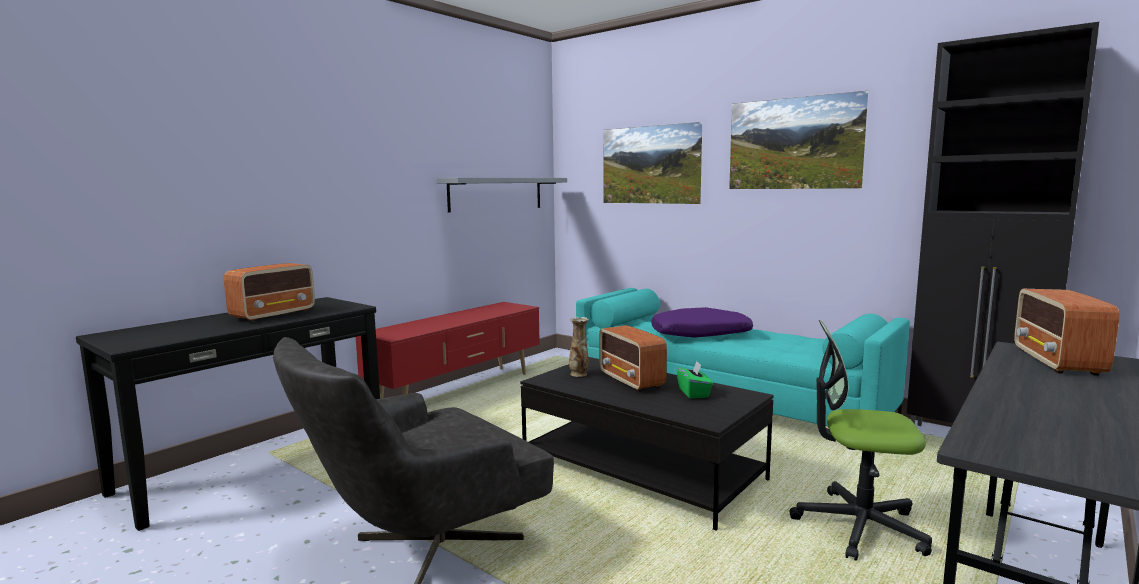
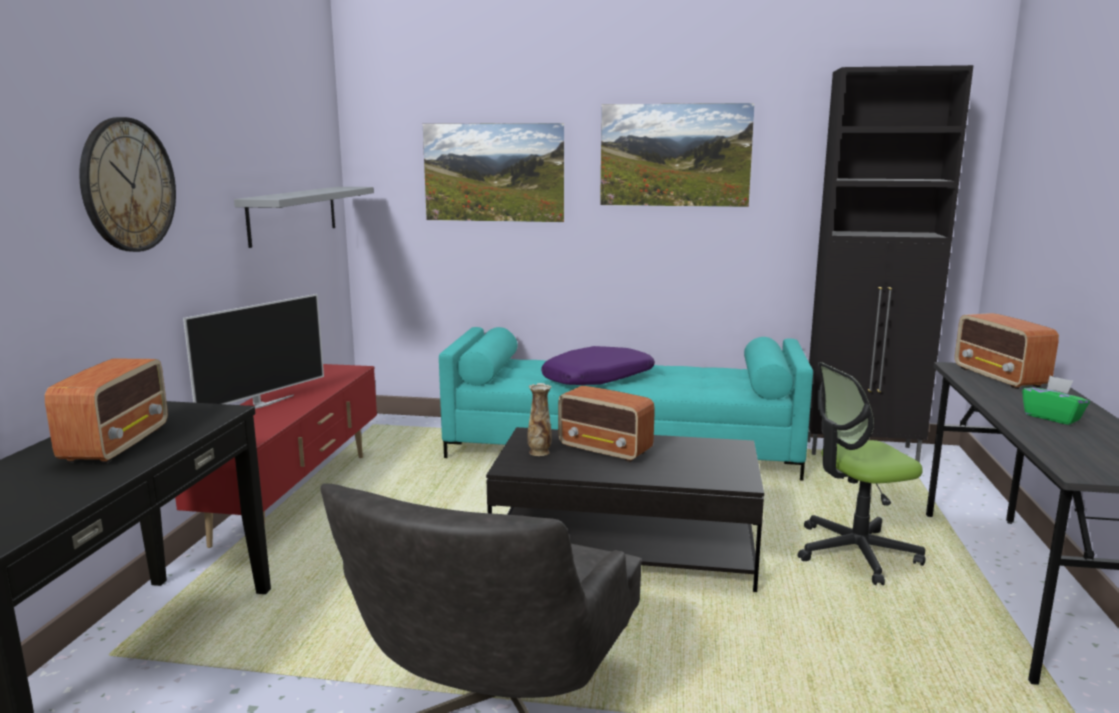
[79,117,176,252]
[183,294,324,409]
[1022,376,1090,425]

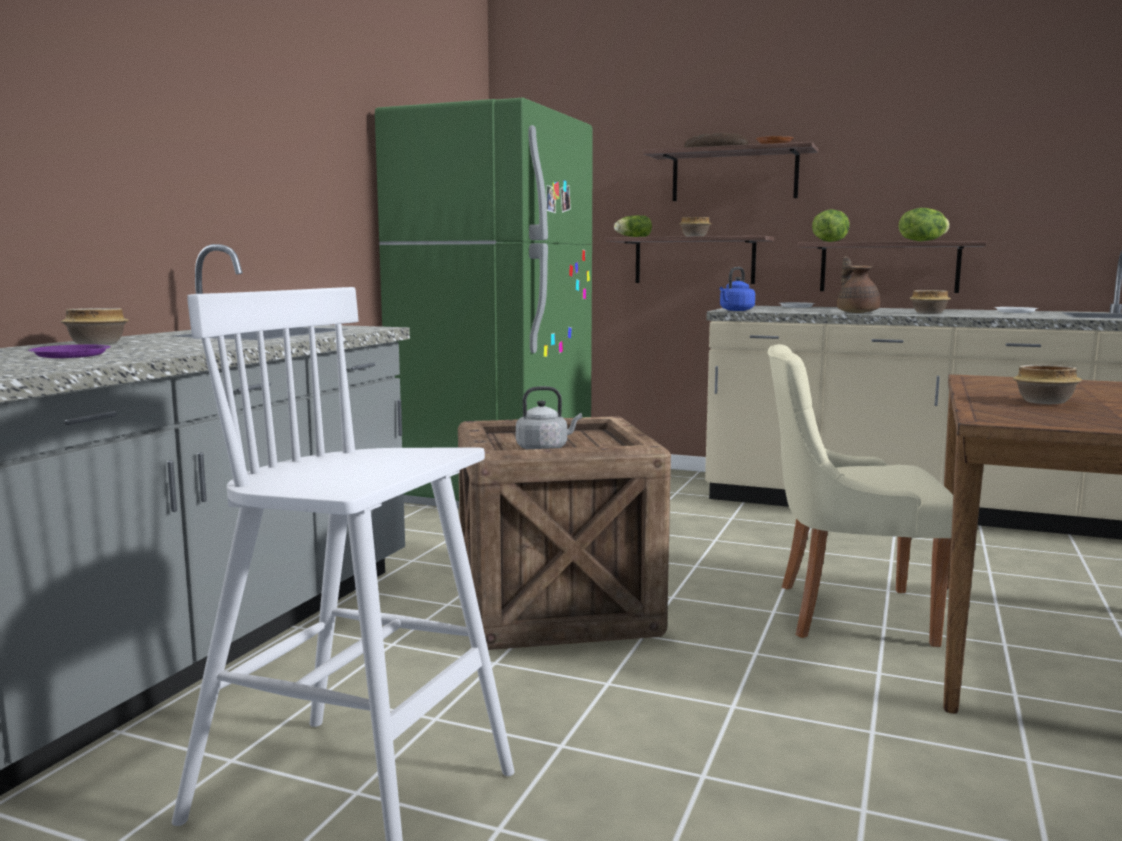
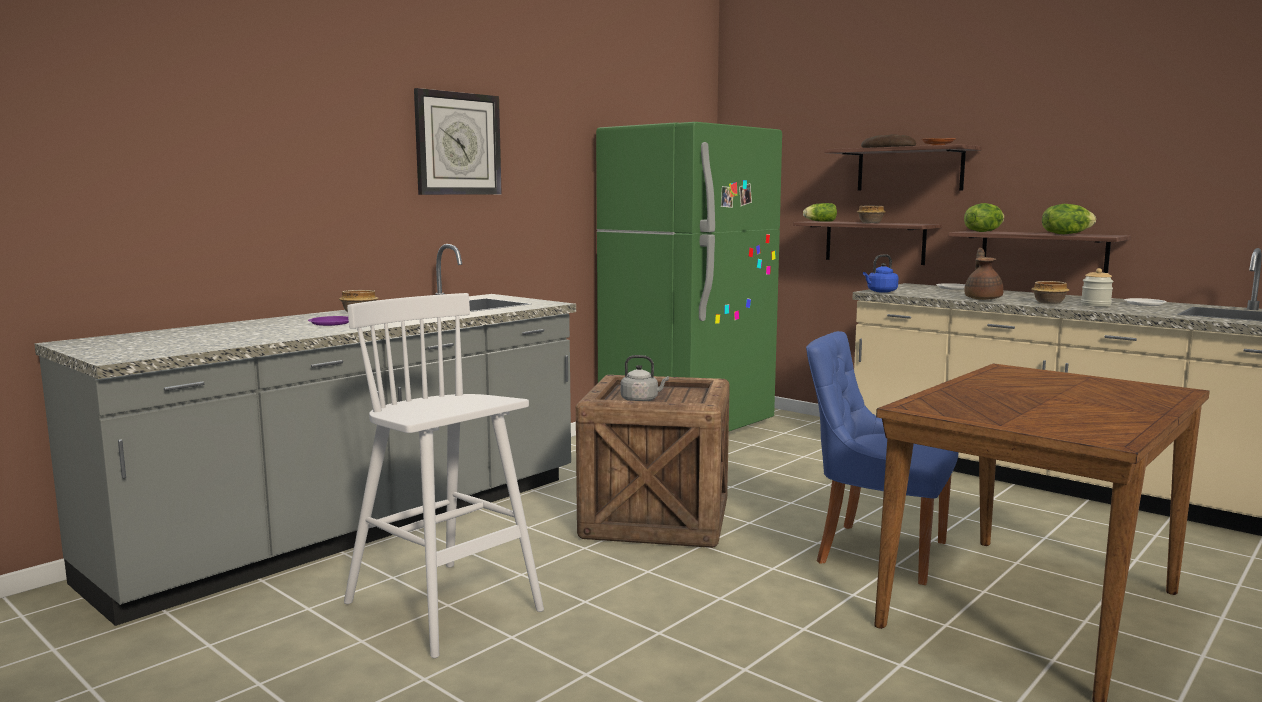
[1013,365,1082,404] (first image)
[414,88,502,195]
[1081,268,1114,307]
[806,331,959,585]

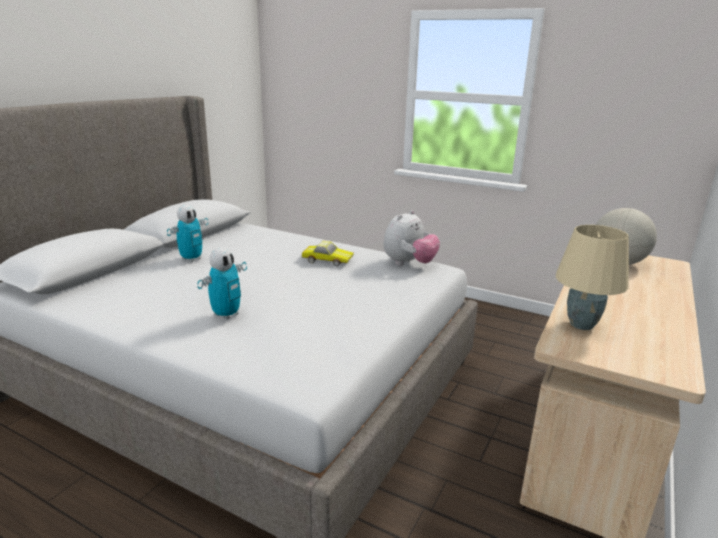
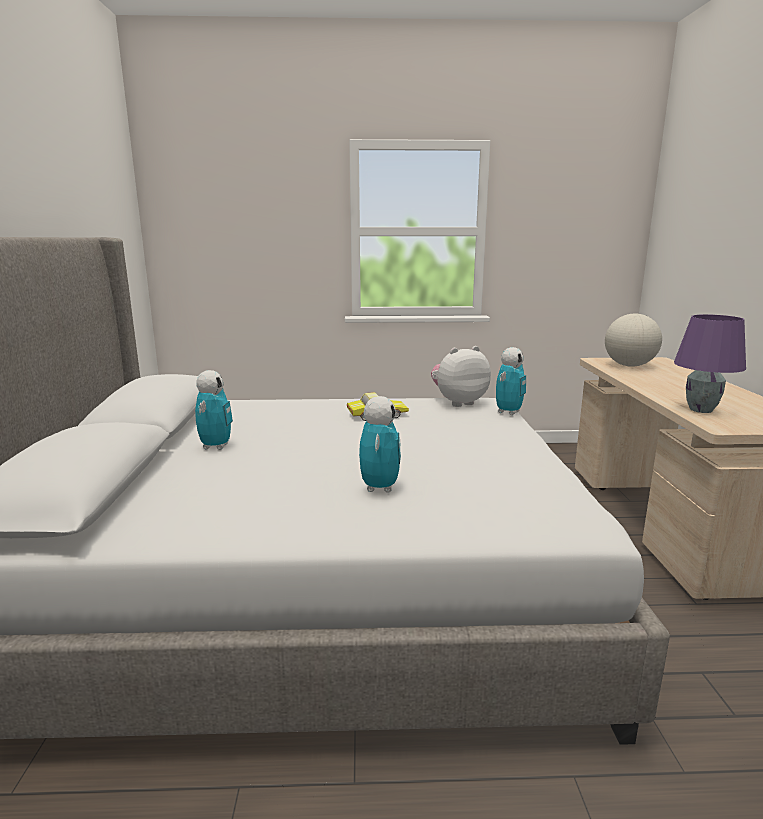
[496,347,526,415]
[674,314,746,413]
[431,346,491,407]

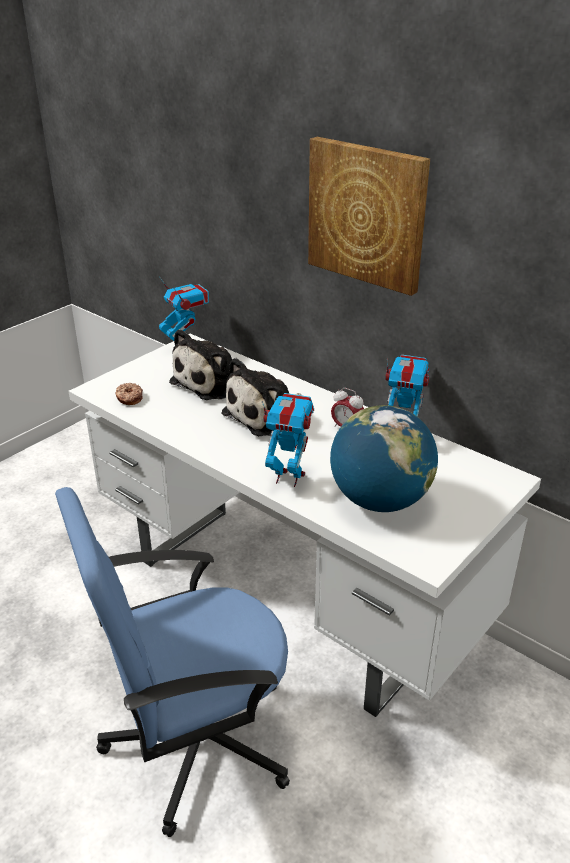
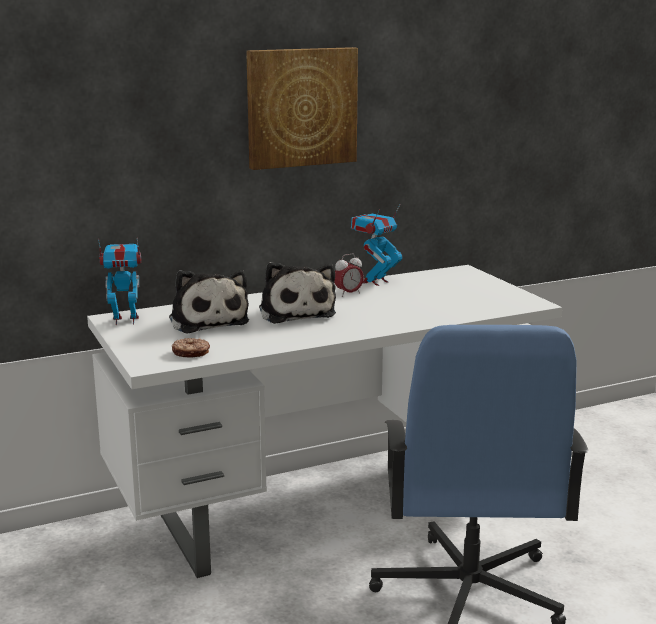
[262,393,314,487] (first image)
[330,405,438,512] (first image)

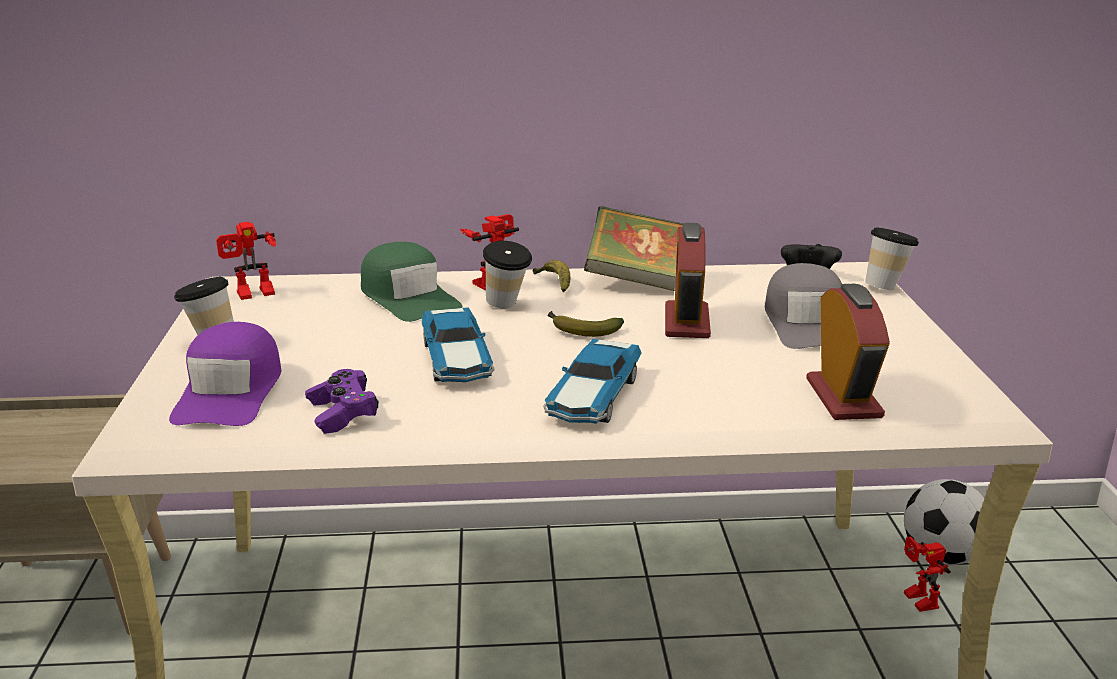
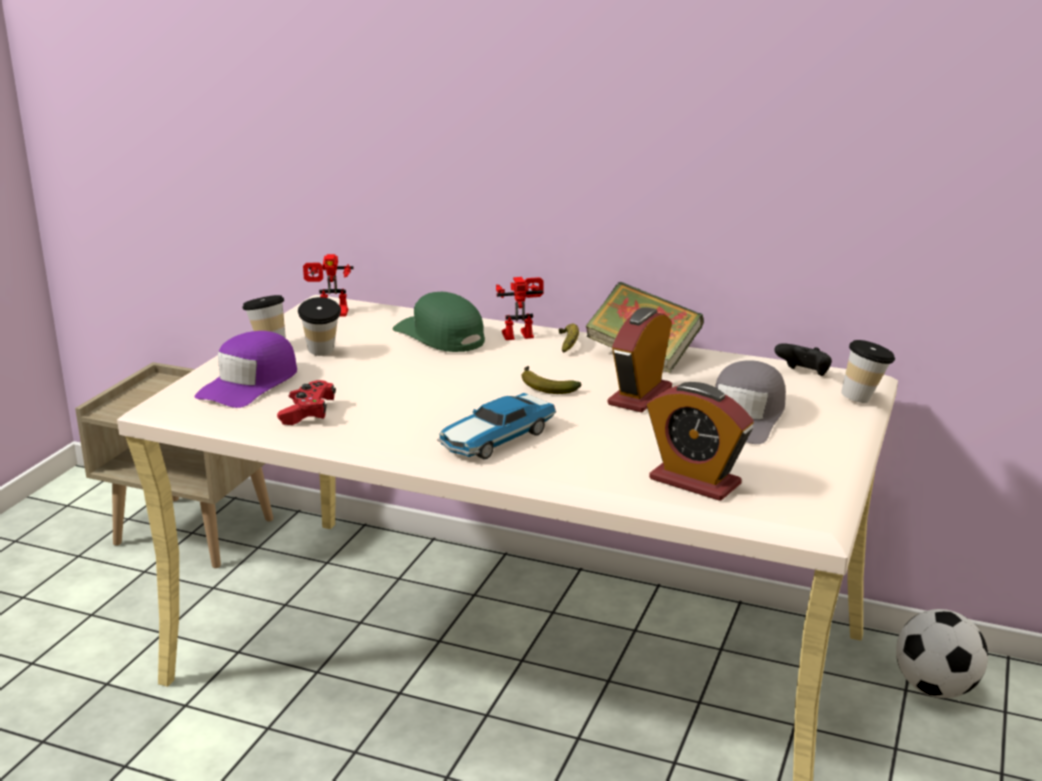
[422,307,494,382] (first image)
[904,536,951,612] (first image)
[298,297,341,356]
[277,380,336,425]
[393,292,485,352]
[647,382,754,501]

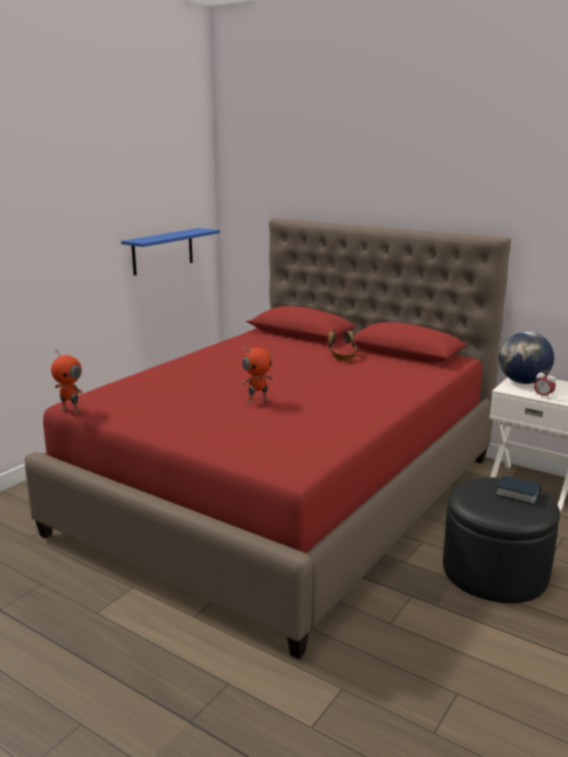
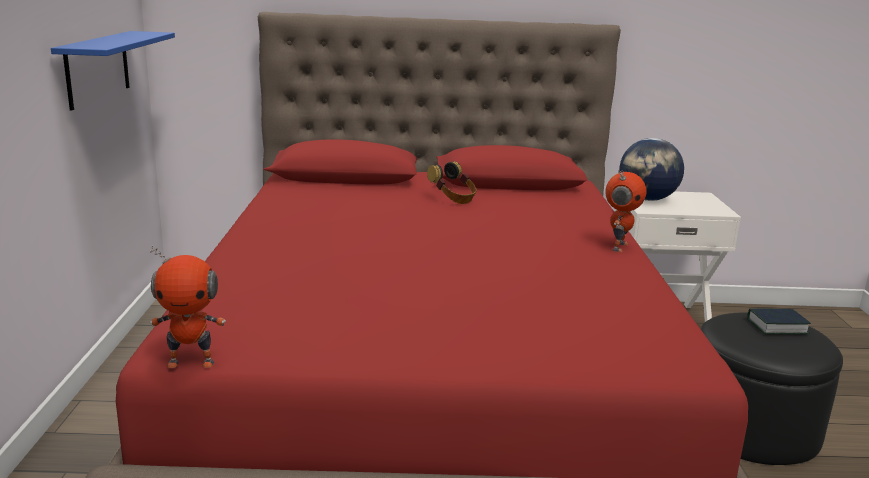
[534,370,556,399] (first image)
[606,170,646,252]

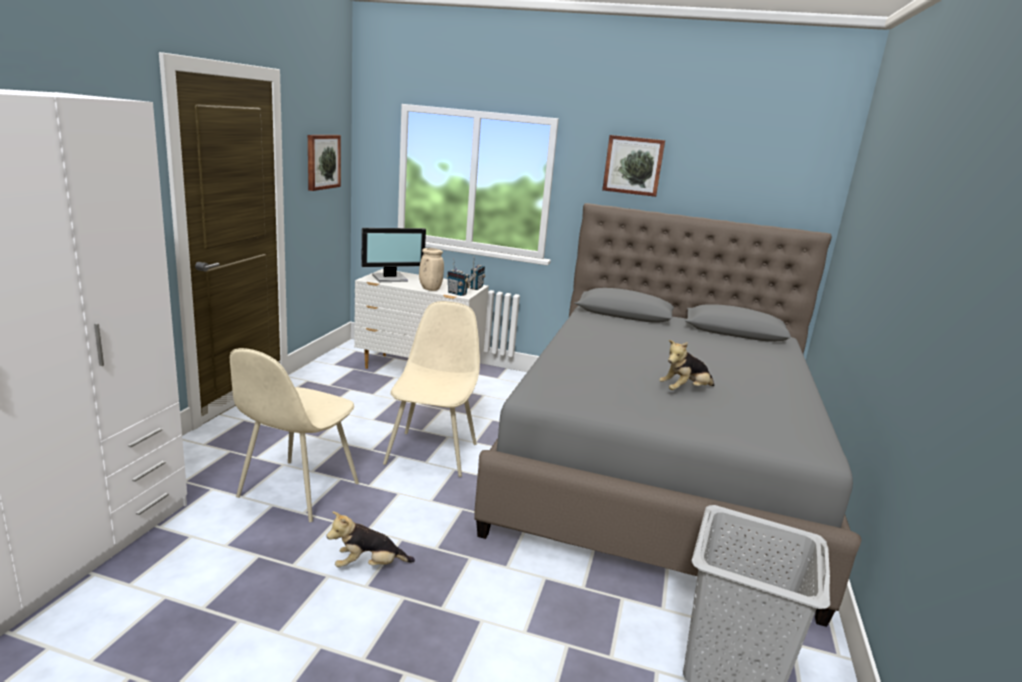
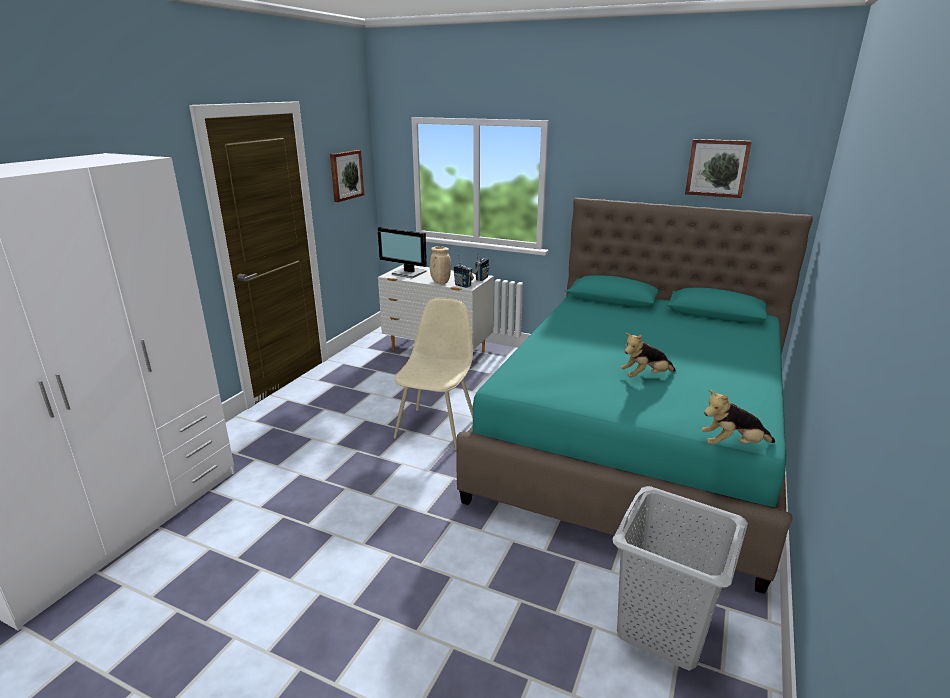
[230,348,359,522] (first image)
[701,390,775,444]
[685,139,752,198]
[456,198,813,594]
[377,227,427,278]

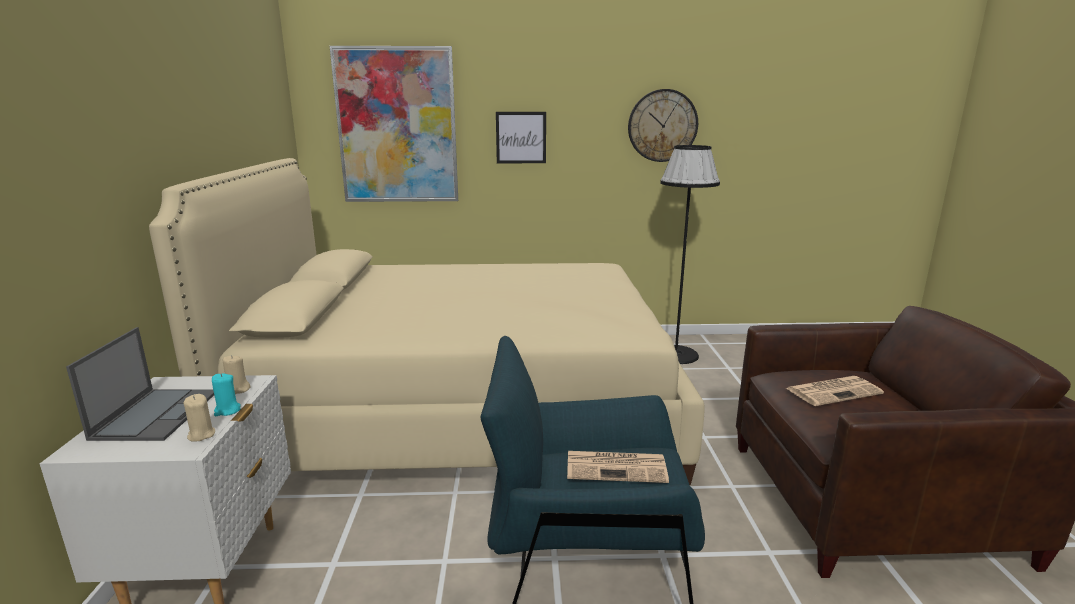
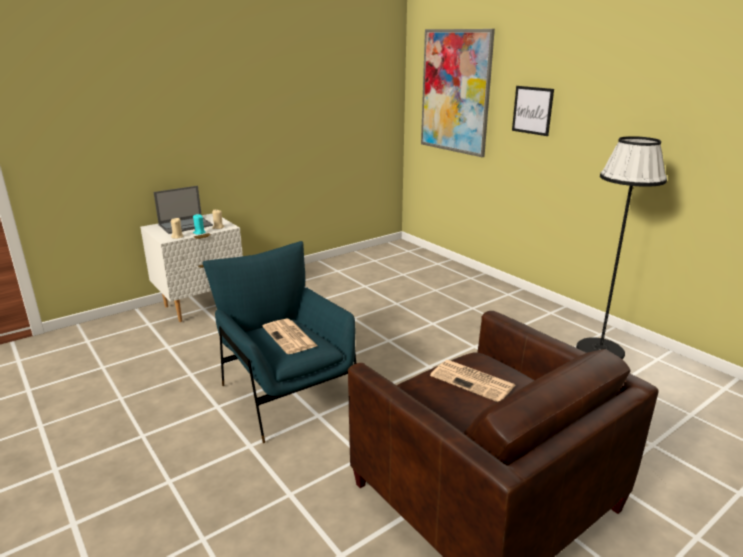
[149,158,704,485] (first image)
[628,89,698,162] (first image)

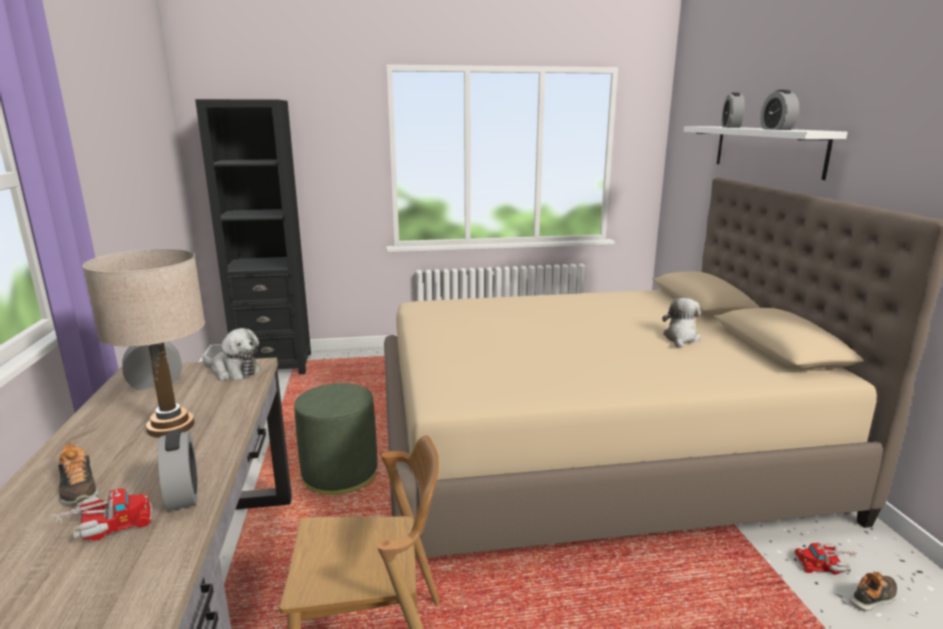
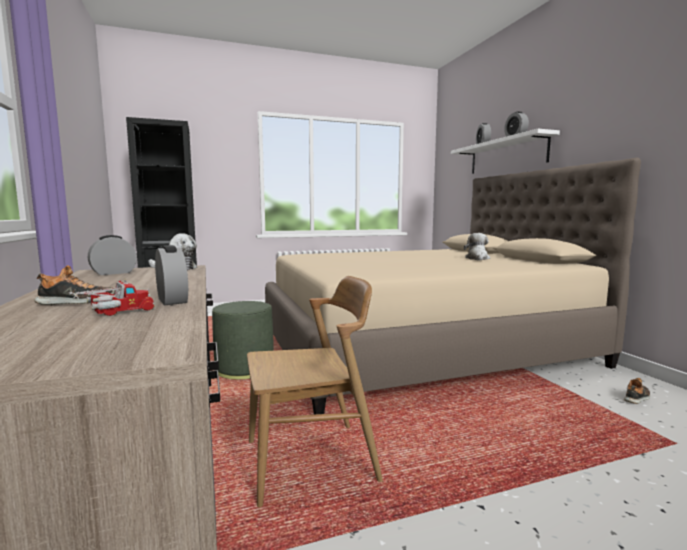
[83,249,205,438] (first image)
[794,542,857,574] (first image)
[34,265,115,305]

